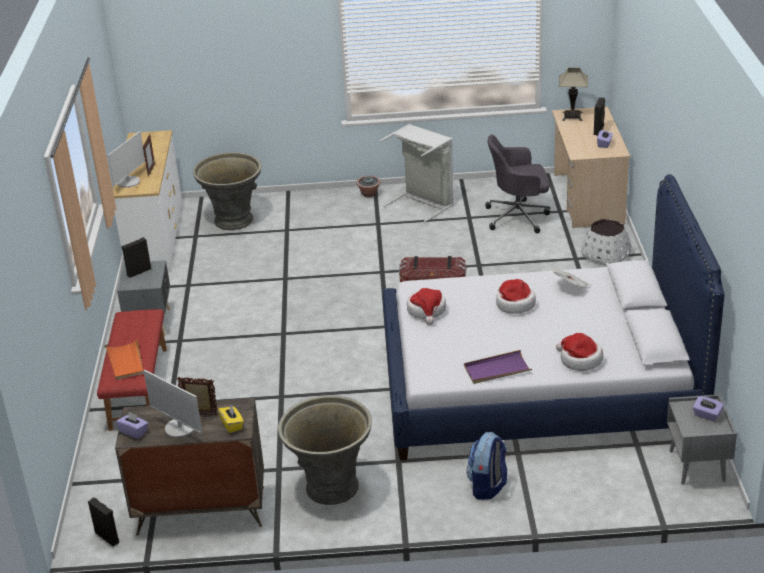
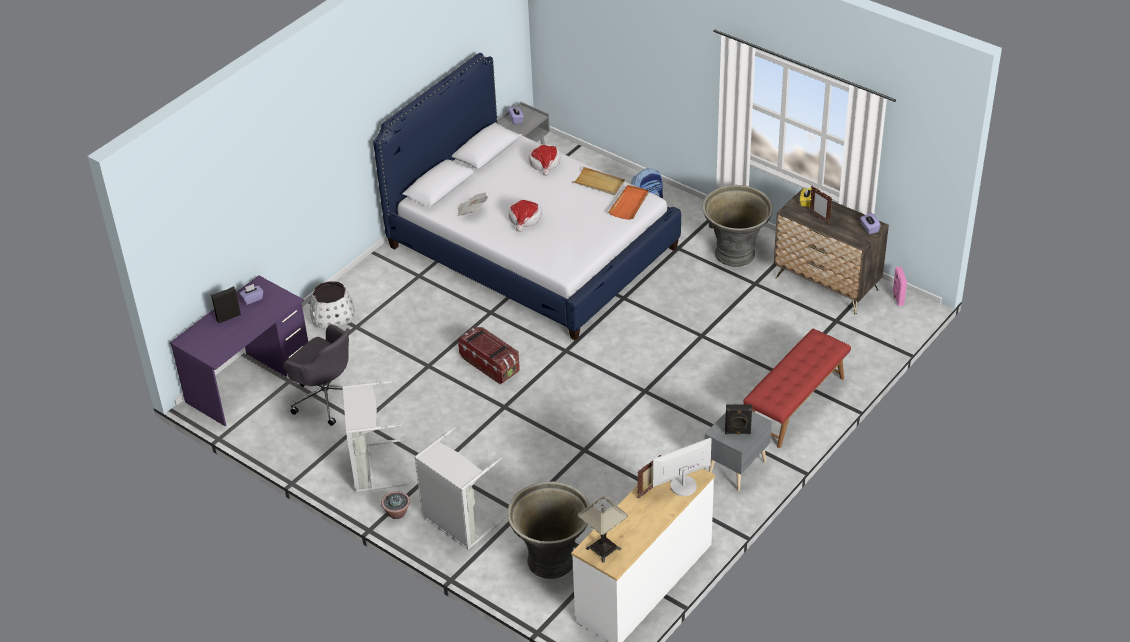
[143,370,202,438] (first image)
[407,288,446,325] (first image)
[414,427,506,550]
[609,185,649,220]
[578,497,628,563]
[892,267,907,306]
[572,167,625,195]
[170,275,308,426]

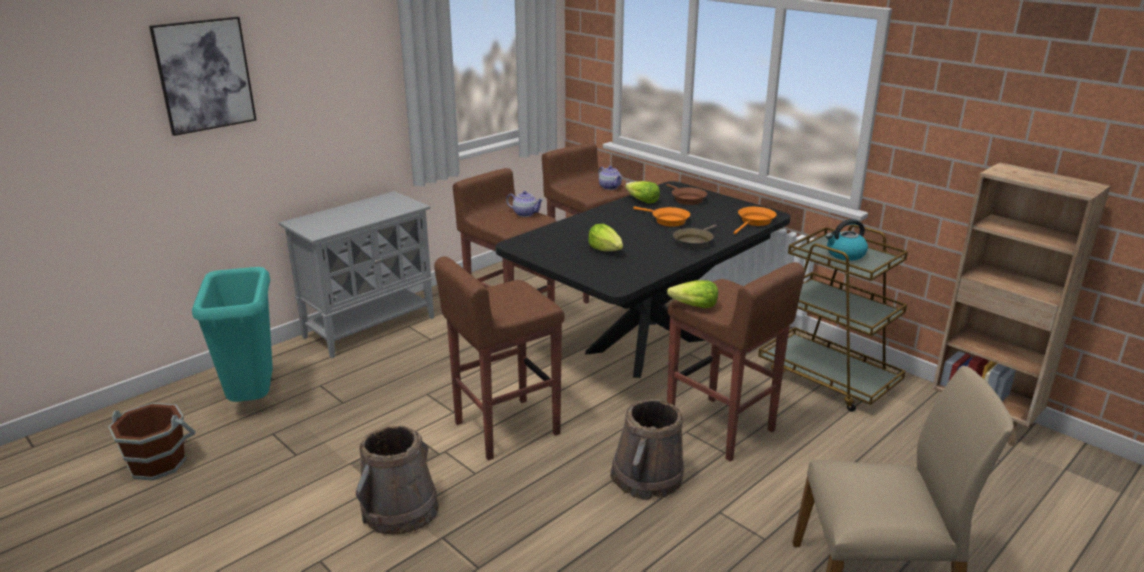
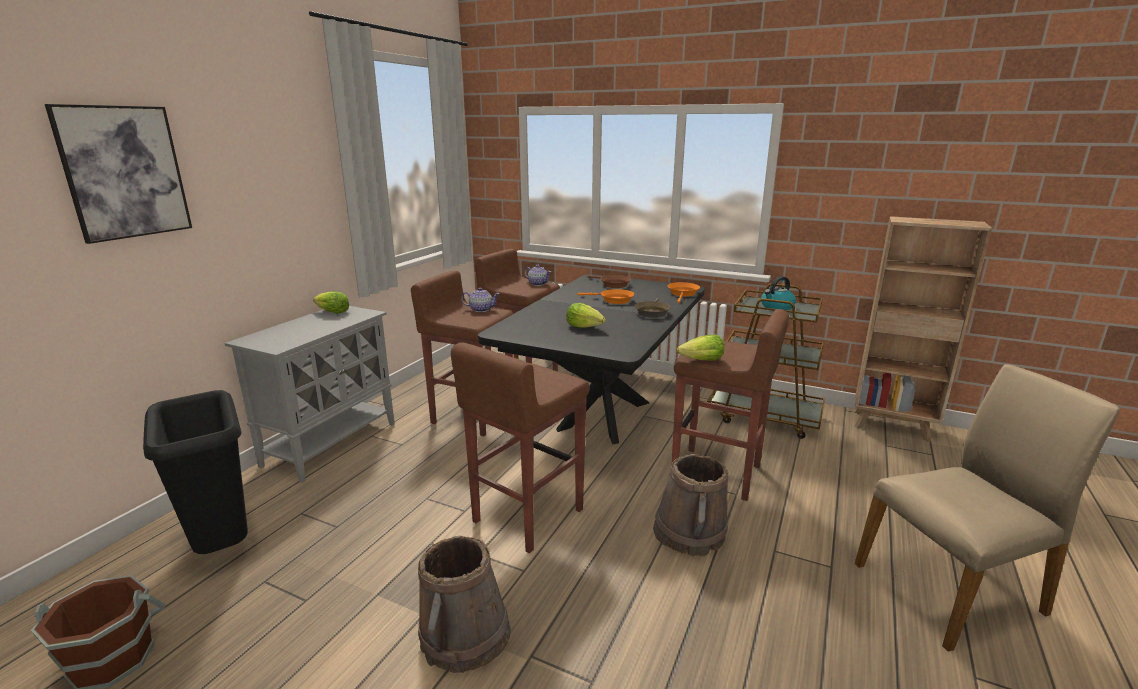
[313,291,349,314]
[143,390,248,554]

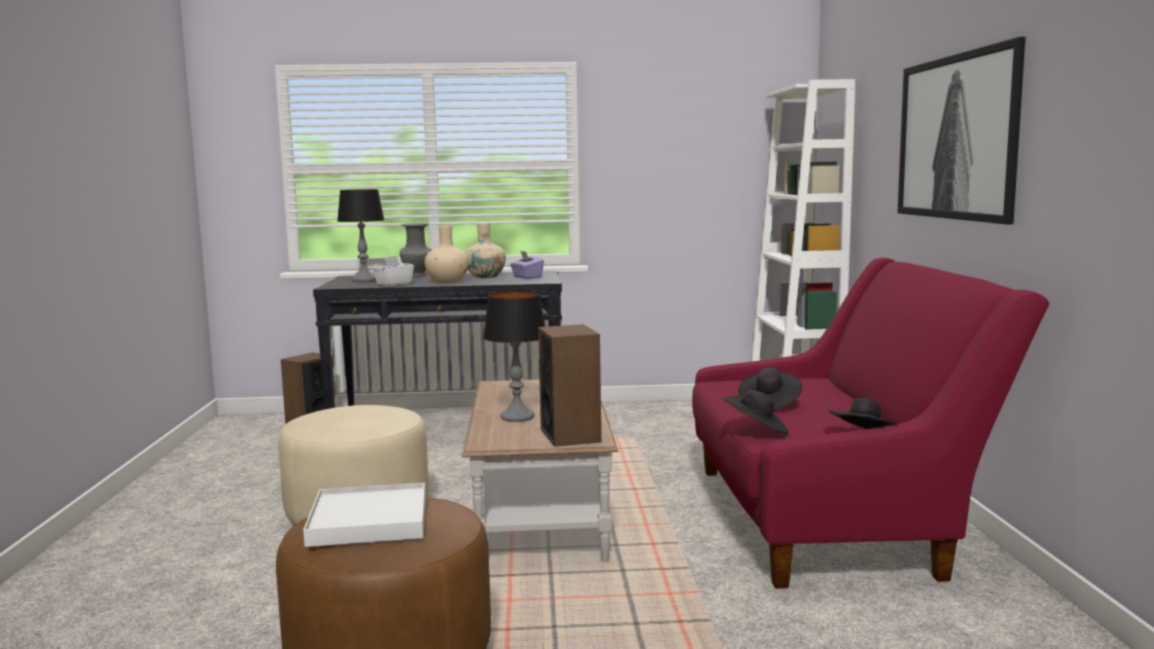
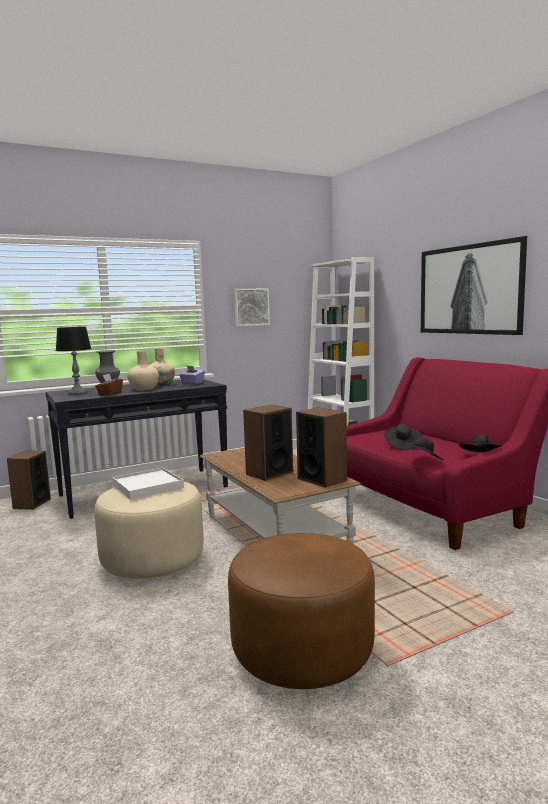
[234,288,270,326]
[112,467,184,500]
[243,405,293,481]
[95,374,123,396]

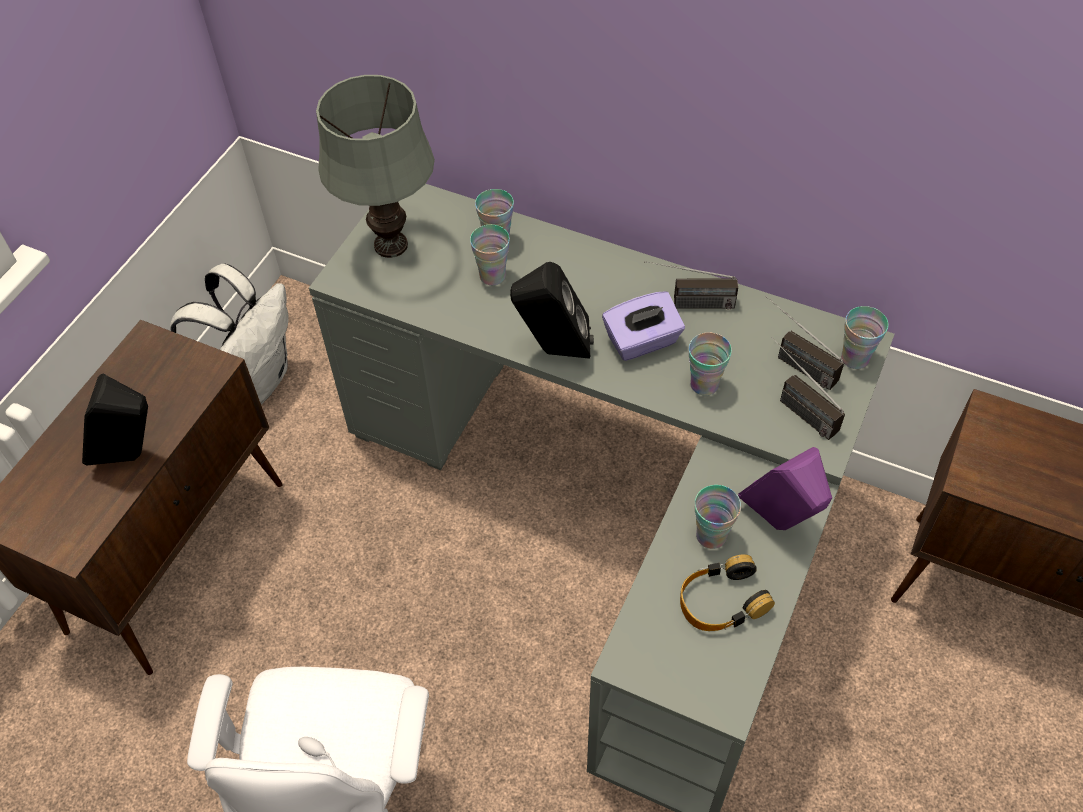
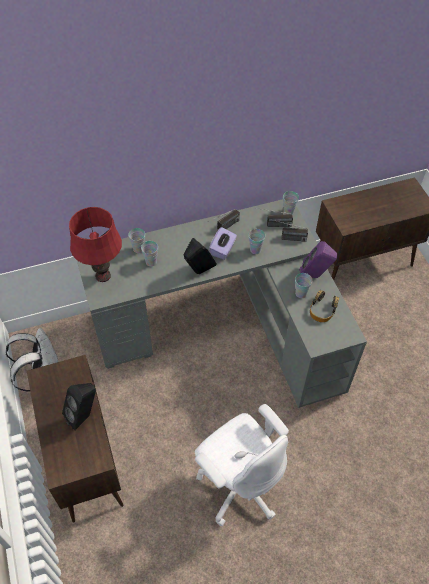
[69,207,122,282]

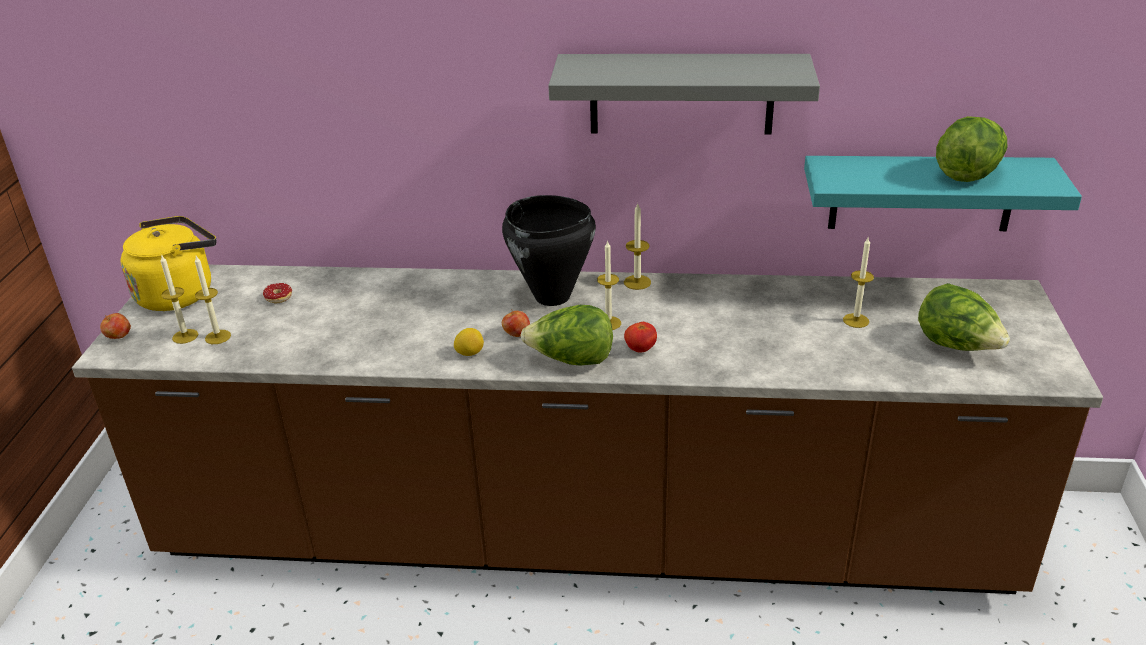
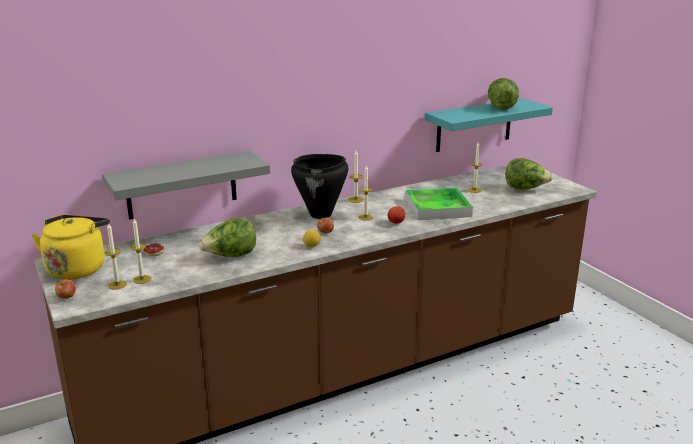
[405,187,473,220]
[199,218,256,257]
[102,151,270,220]

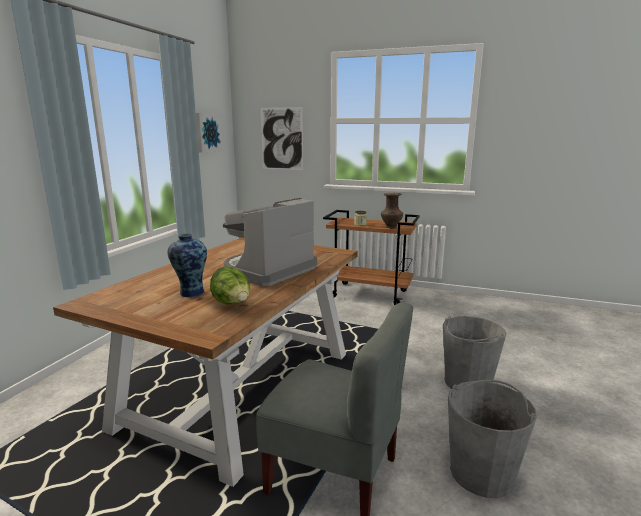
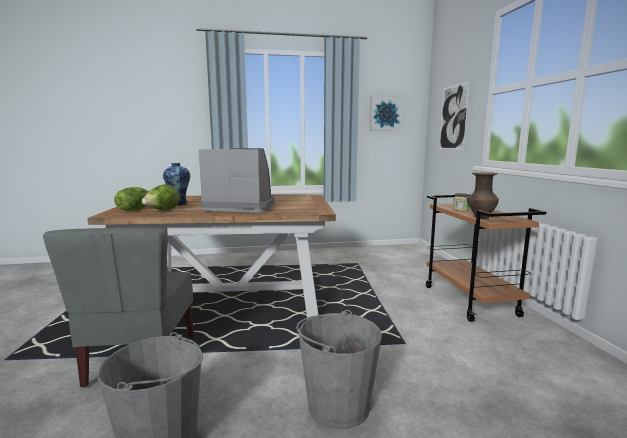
[114,187,149,211]

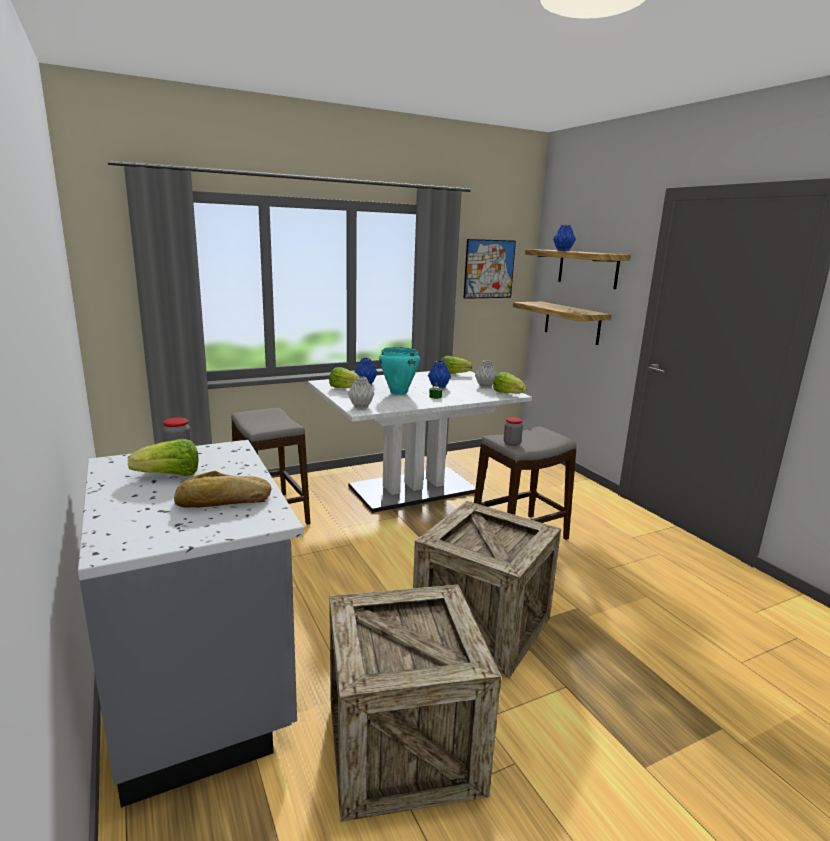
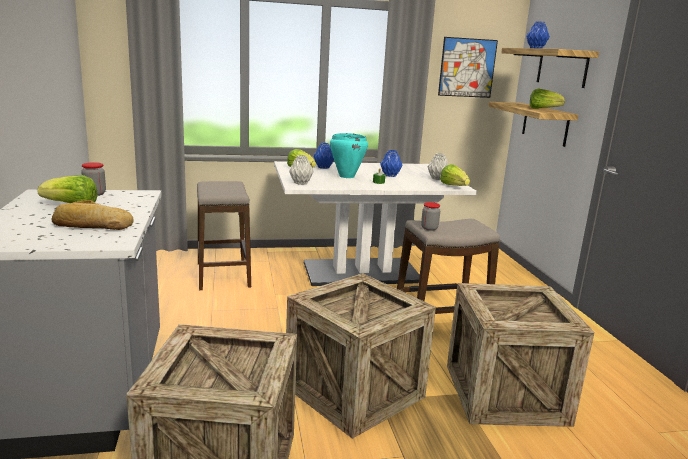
[447,283,595,427]
[530,89,565,109]

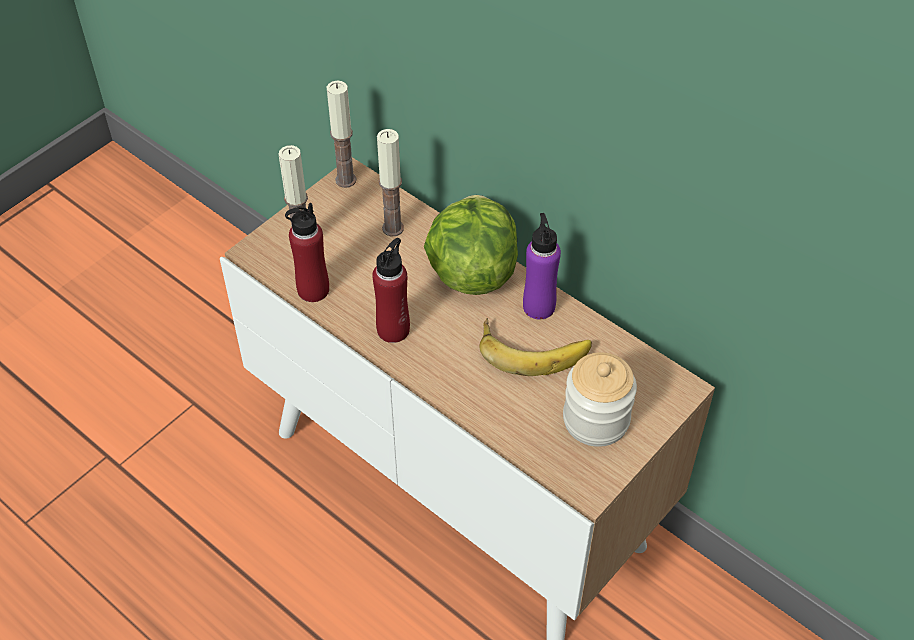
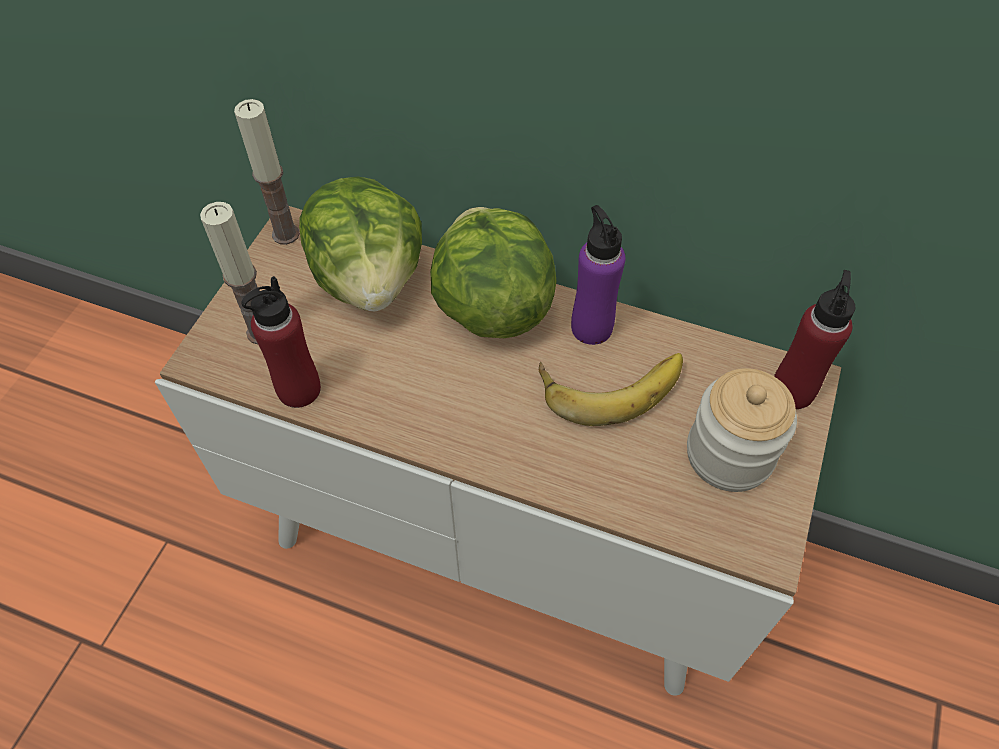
[774,270,855,409]
[299,176,422,311]

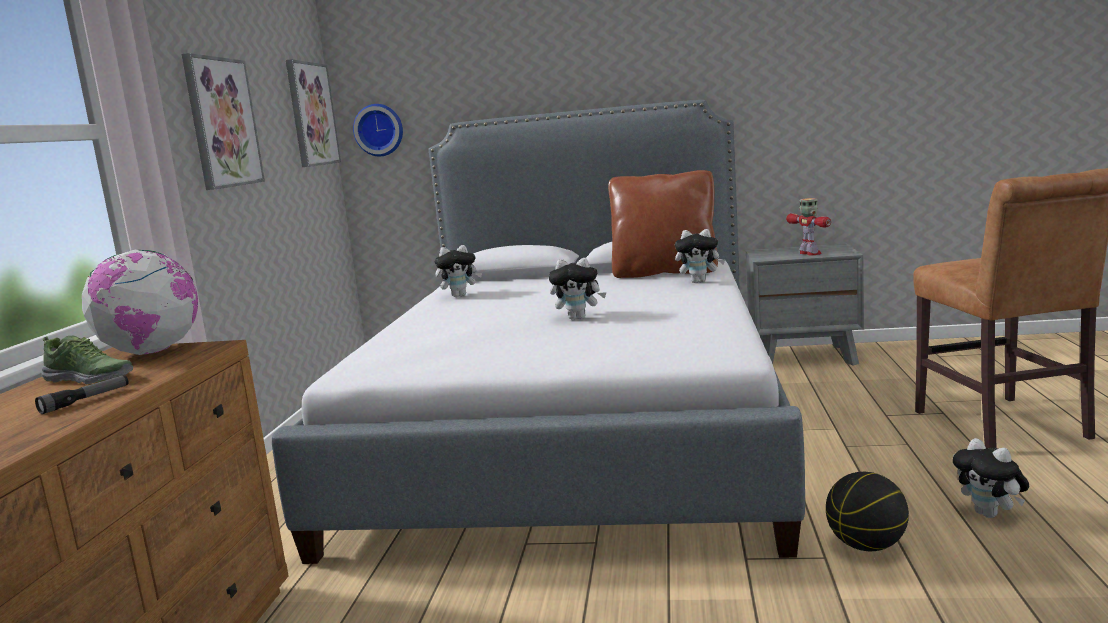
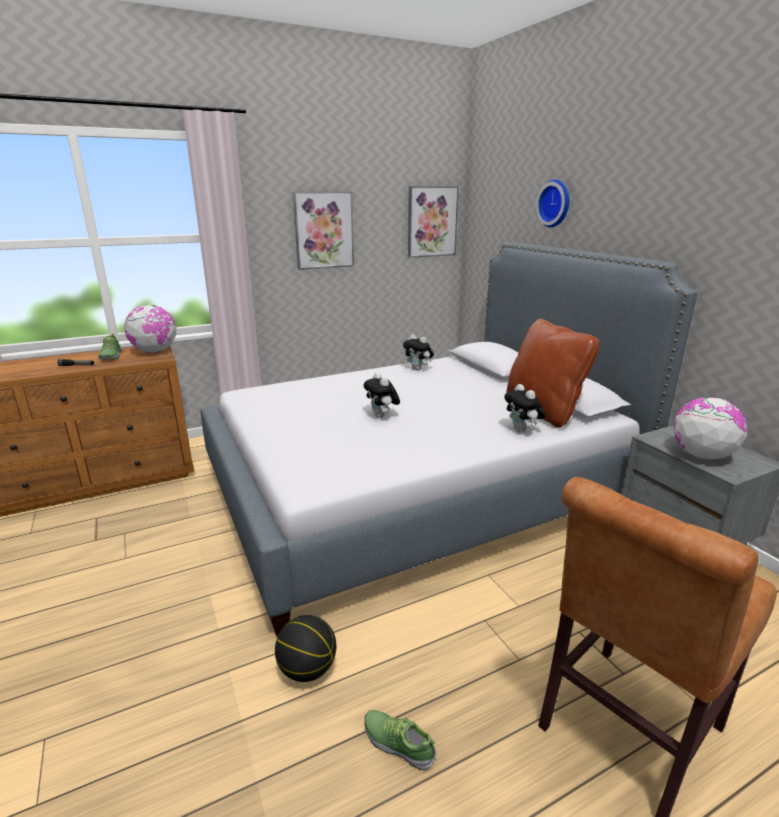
[536,180,569,227]
[673,396,747,459]
[365,710,436,771]

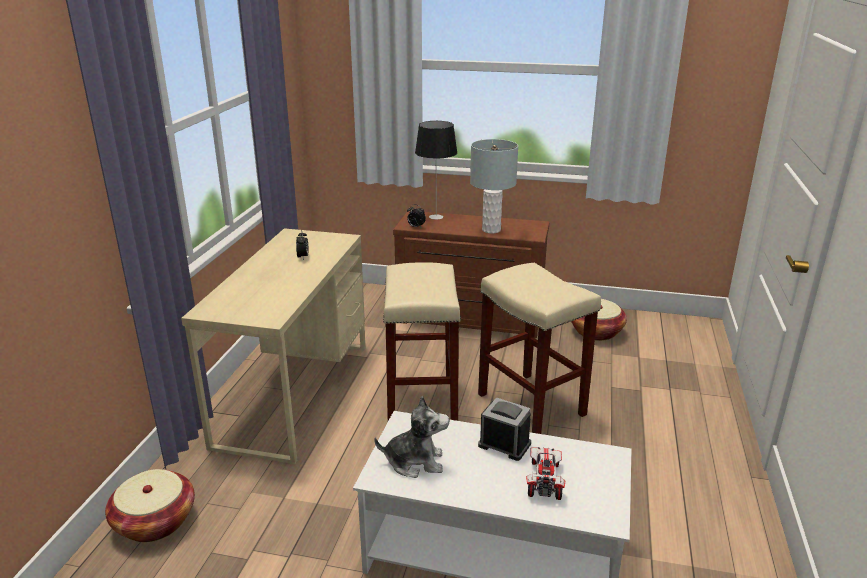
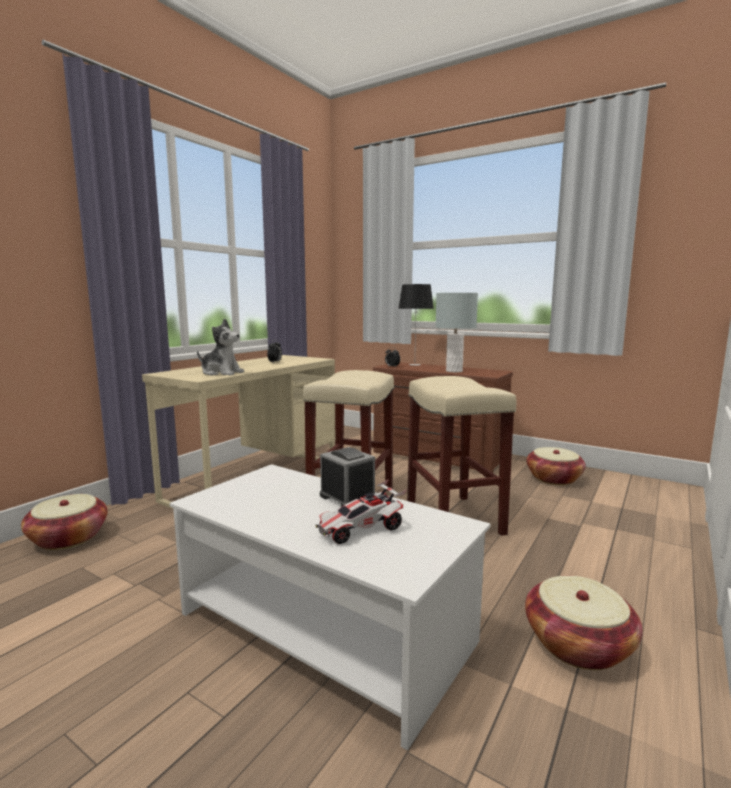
[525,576,643,670]
[197,319,244,376]
[315,479,407,544]

